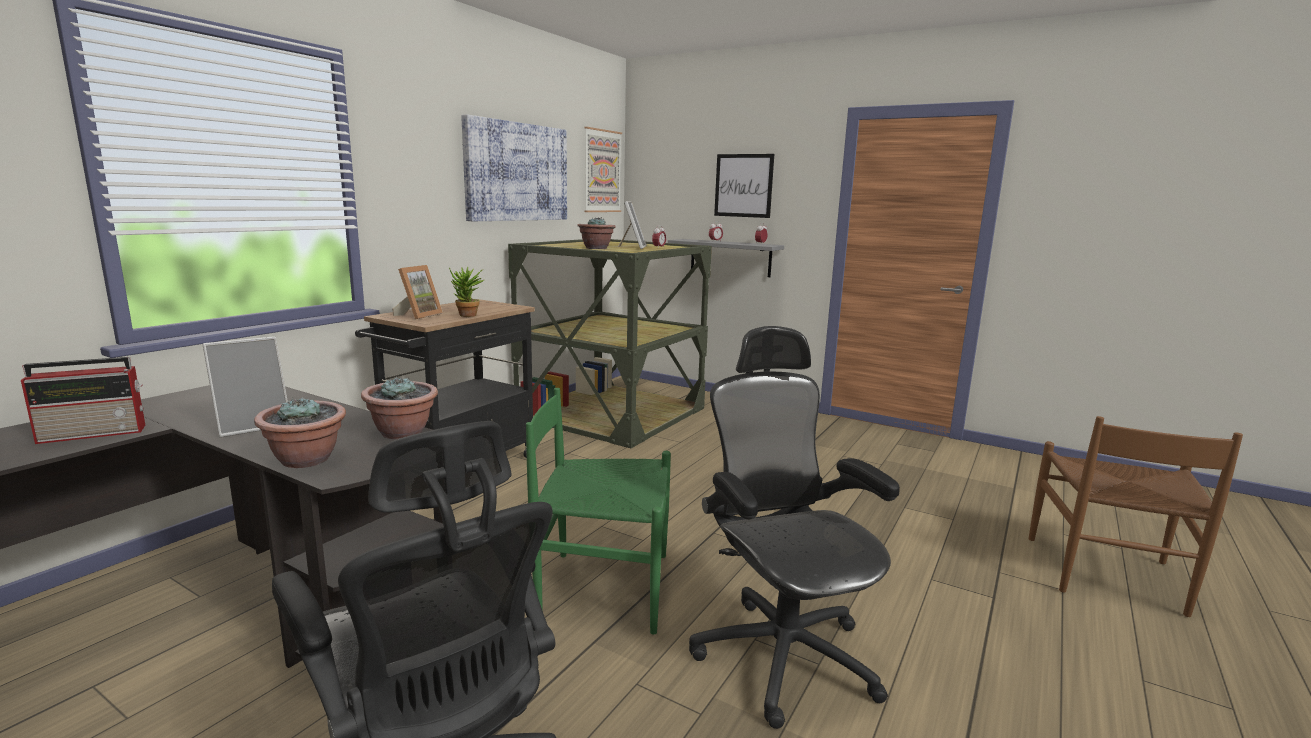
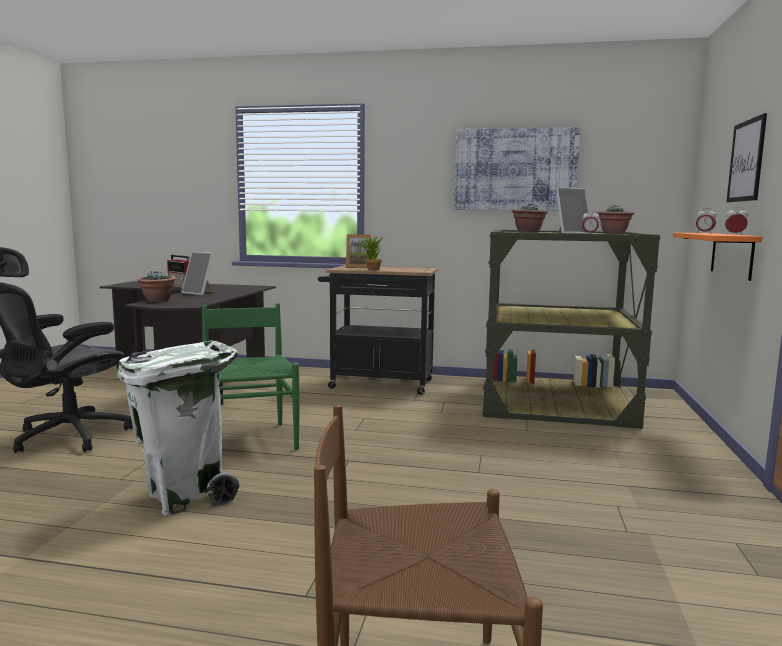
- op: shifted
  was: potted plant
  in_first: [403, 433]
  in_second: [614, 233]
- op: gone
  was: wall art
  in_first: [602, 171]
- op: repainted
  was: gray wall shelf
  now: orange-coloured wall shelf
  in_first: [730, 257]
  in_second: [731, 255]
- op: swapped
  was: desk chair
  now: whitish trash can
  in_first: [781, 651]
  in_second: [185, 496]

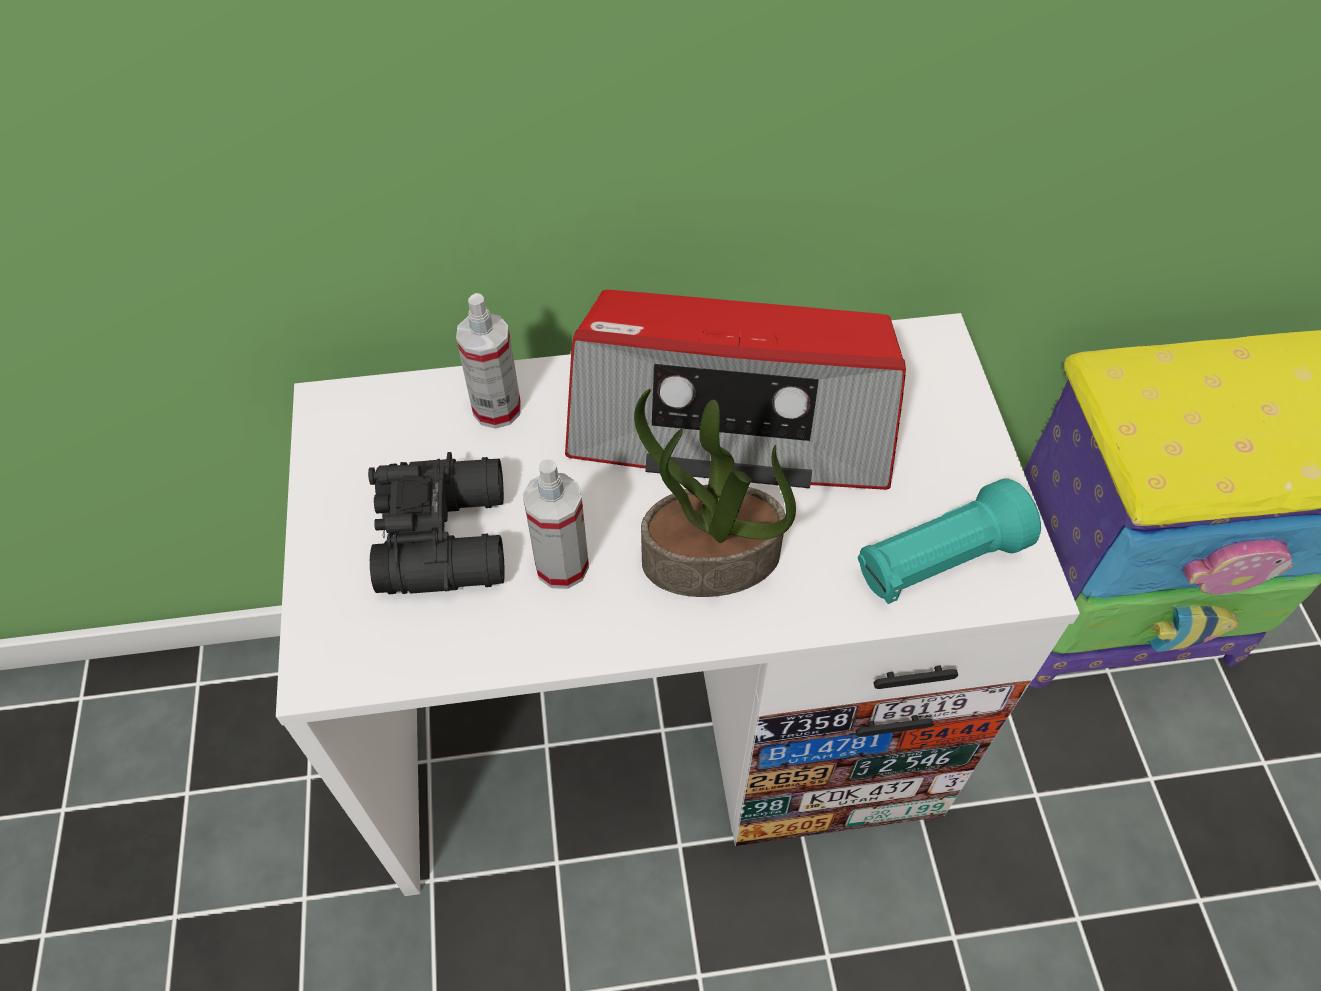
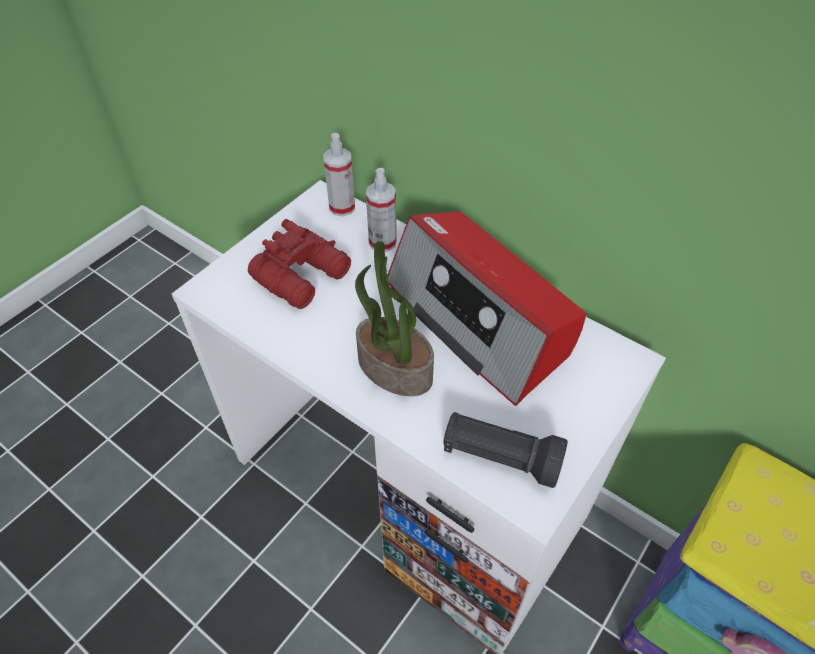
- op: repainted
  was: blackish field glasses
  now: red field glasses
  in_first: [448, 535]
  in_second: [304, 276]
- op: shifted
  was: spray bottle
  in_first: [562, 566]
  in_second: [342, 207]
- op: repainted
  was: blue-green hand torch
  now: blackish hand torch
  in_first: [938, 561]
  in_second: [500, 457]

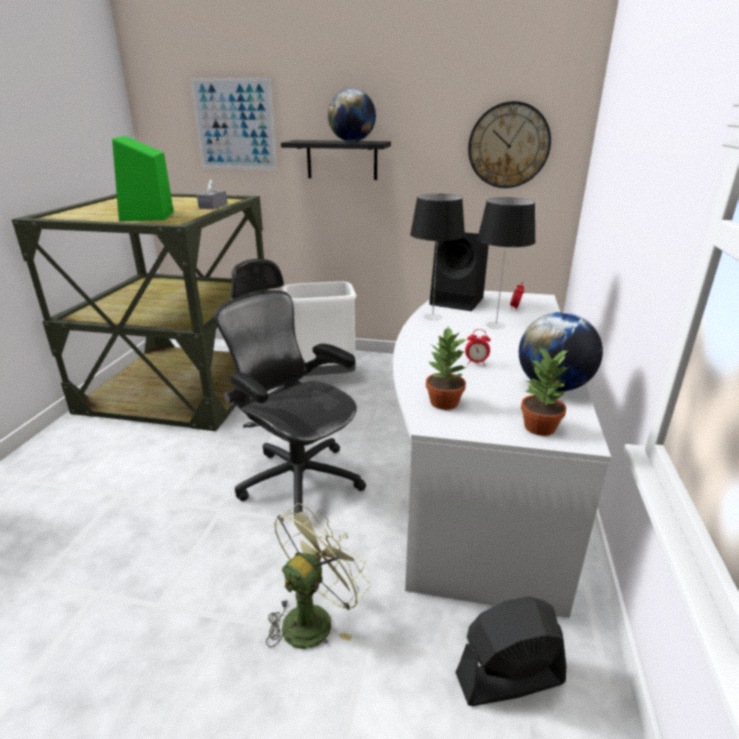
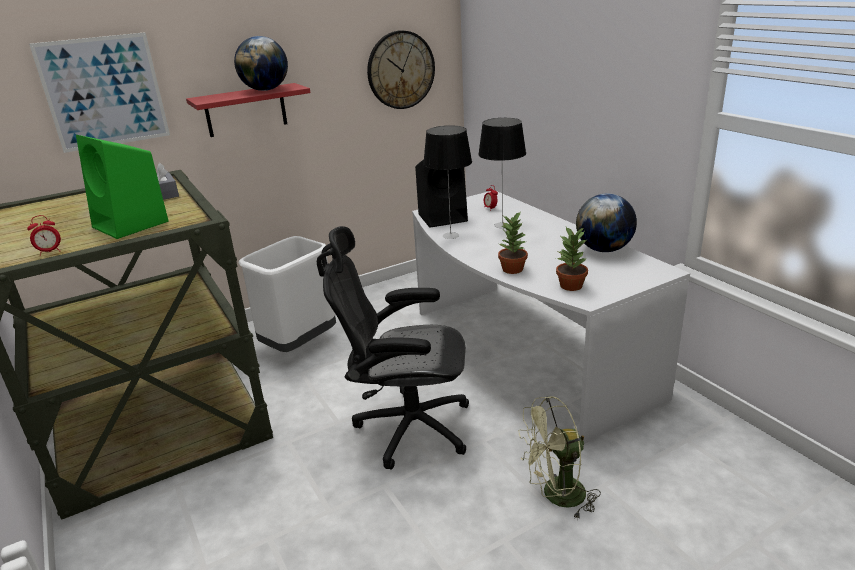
- op: rotated
  was: green electric fan
  in_first: [314, 617]
  in_second: [556, 496]
  clockwise: -105
- op: repainted
  was: blackish wall shelf
  now: red wall shelf
  in_first: [342, 160]
  in_second: [246, 110]
- op: gone
  was: blackish electric fan
  in_first: [509, 678]
- op: shifted
  was: table clock
  in_first: [476, 363]
  in_second: [50, 252]
- op: shifted
  was: potted plant
  in_first: [540, 428]
  in_second: [513, 269]

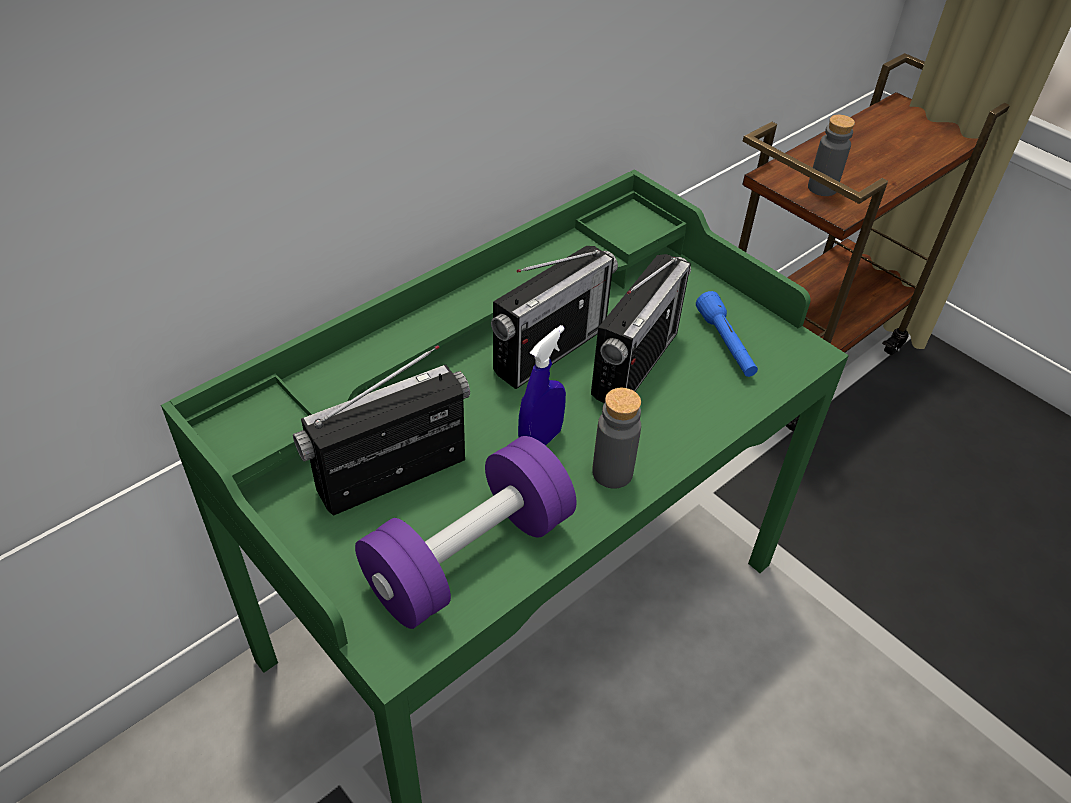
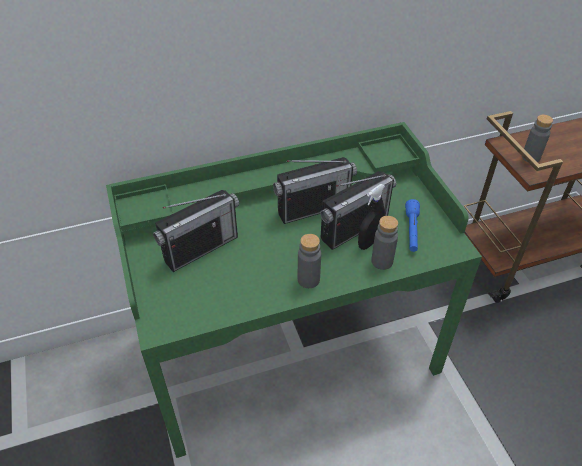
- op: rotated
  was: radio receiver
  in_first: [392, 475]
  in_second: [201, 248]
  clockwise: 150
- op: gone
  was: purplish free weight
  in_first: [469, 556]
- op: gone
  was: blue-coloured spray bottle
  in_first: [540, 441]
- op: new
  now: blackish spray bottle
  in_second: [369, 242]
- op: new
  now: gray drink bottle
  in_second: [382, 261]

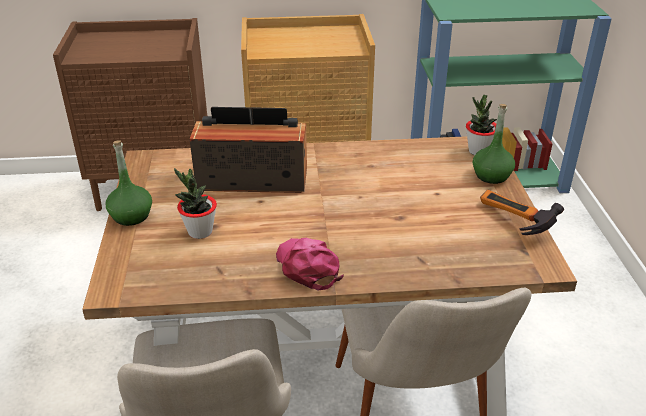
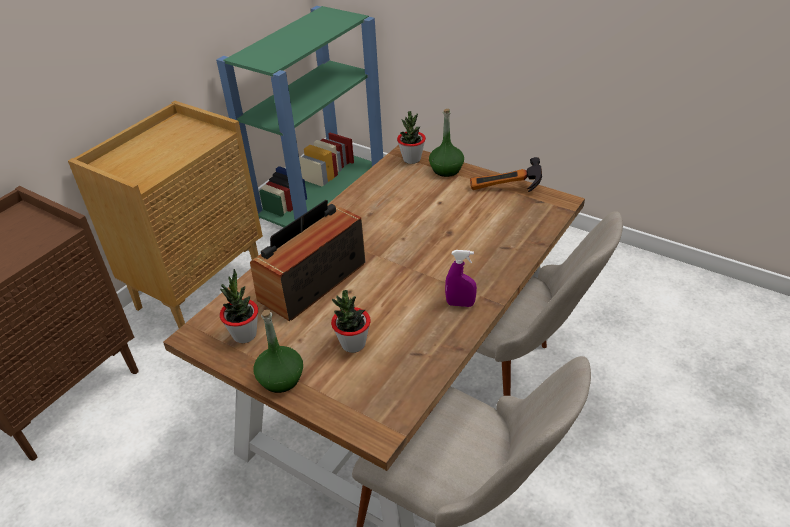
- op: swapped
  was: pink-coloured cap
  now: purplish spray bottle
  in_first: [308, 267]
  in_second: [460, 304]
- op: new
  now: potted plant
  in_second: [244, 334]

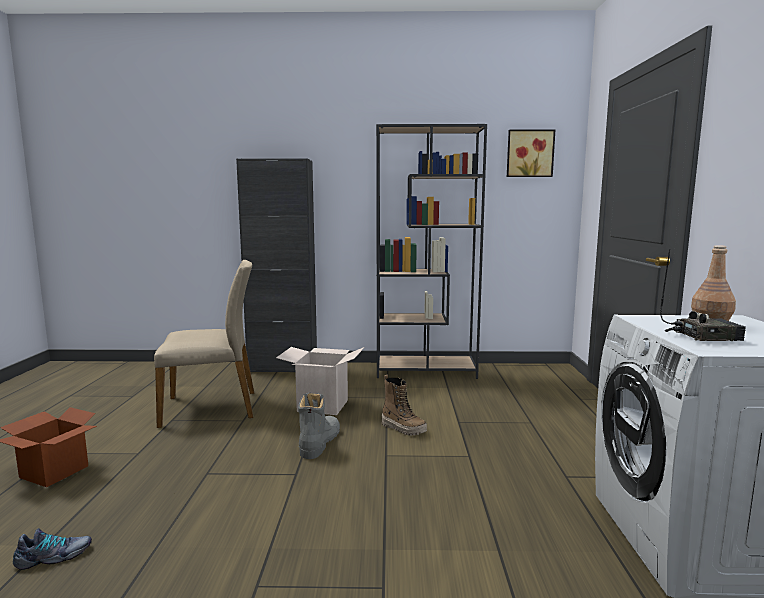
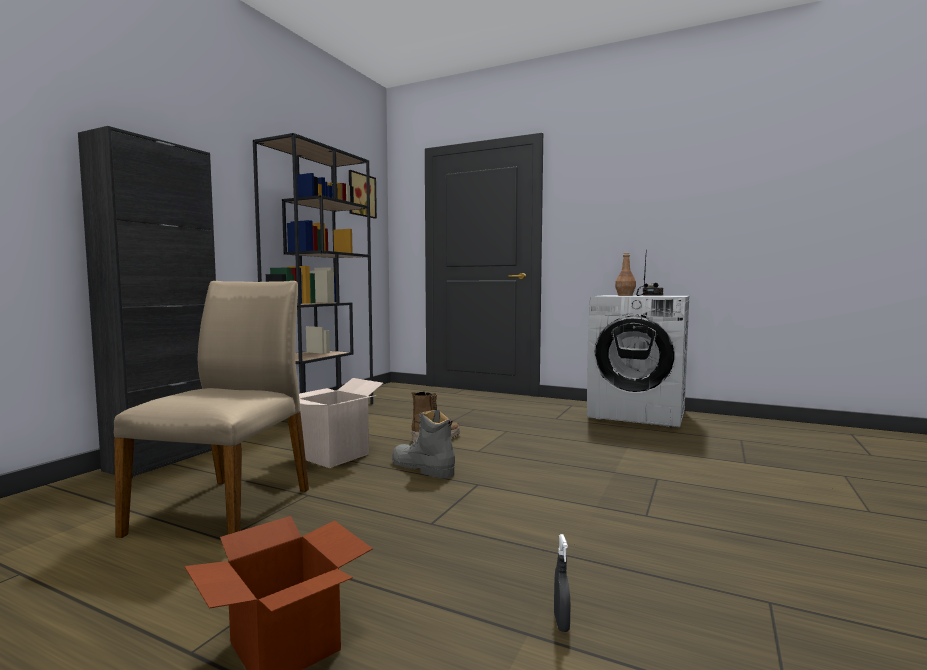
- op: swapped
  was: low shoe
  now: gray spray bottle
  in_first: [54, 557]
  in_second: [561, 622]

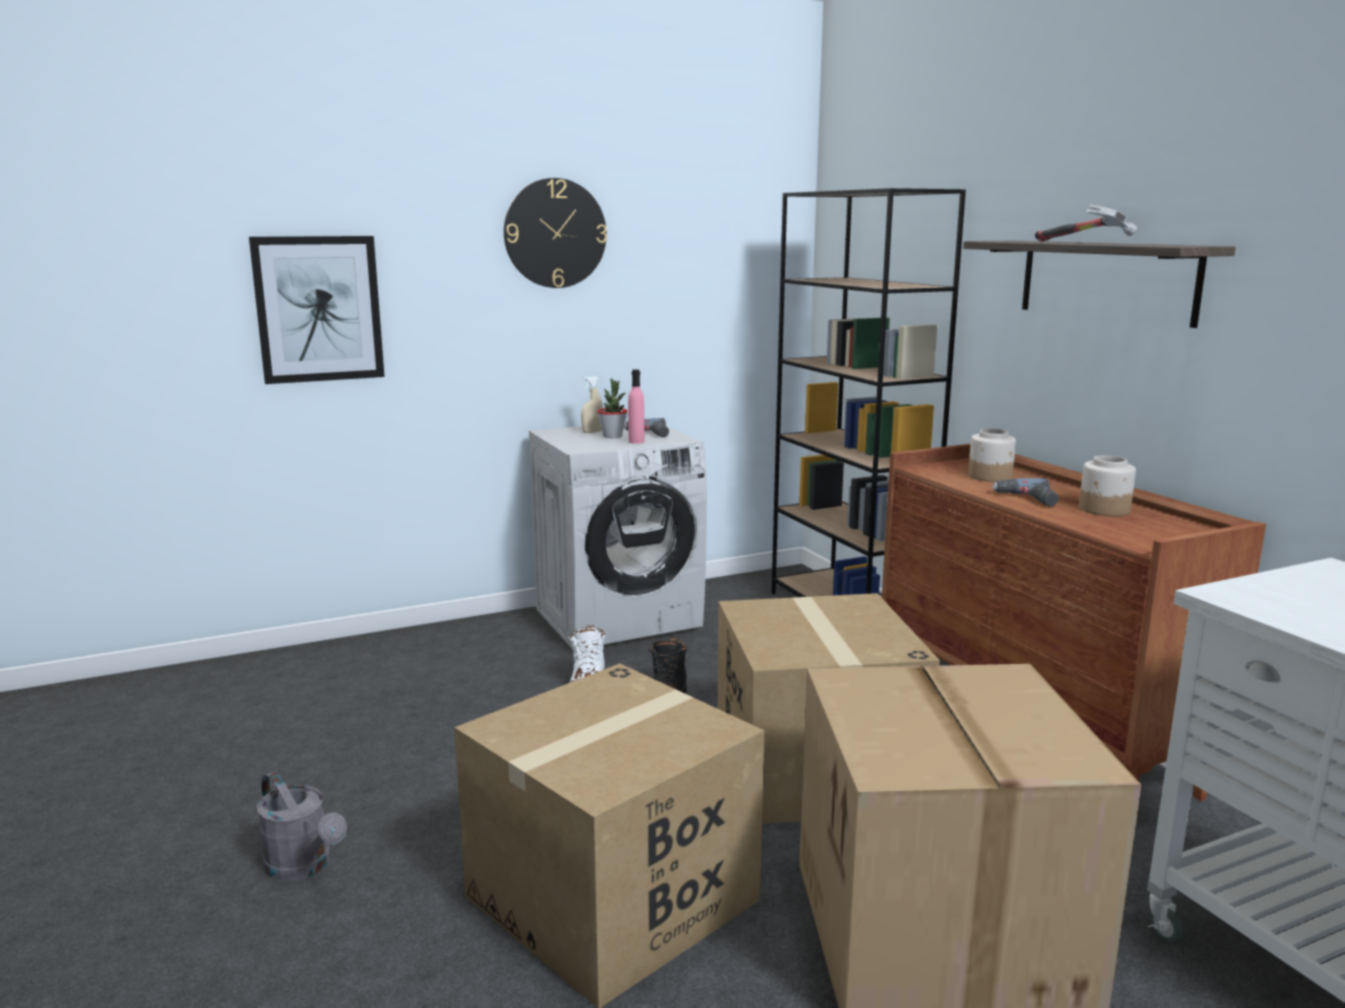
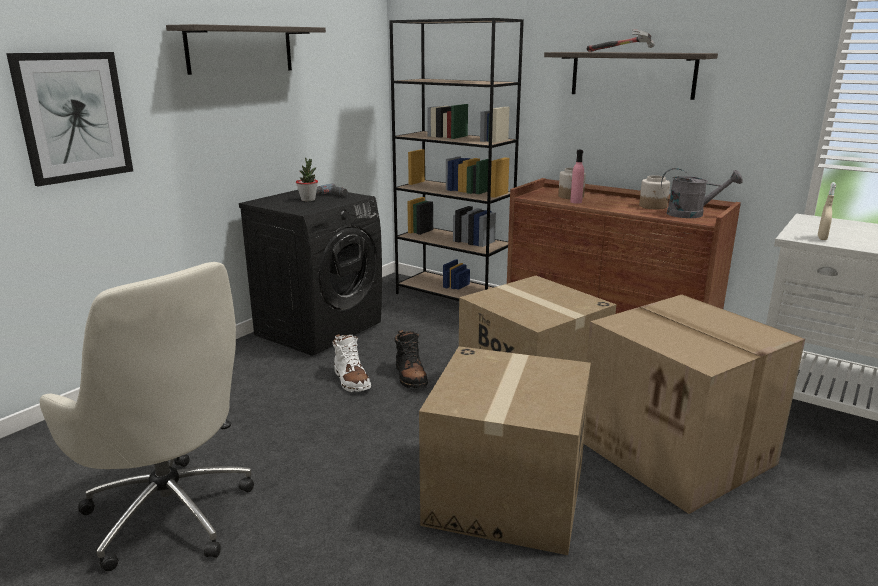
- op: shifted
  was: gray watering pot
  in_first: [304, 867]
  in_second: [692, 214]
- op: swapped
  was: wall clock
  now: wall shelf
  in_first: [555, 233]
  in_second: [240, 49]
- op: repainted
  was: whitish washing machine
  now: blackish washing machine
  in_first: [618, 621]
  in_second: [319, 331]
- op: shifted
  was: sand-coloured spray bottle
  in_first: [592, 432]
  in_second: [822, 238]
- op: shifted
  was: pink-coloured drink bottle
  in_first: [636, 441]
  in_second: [576, 202]
- op: gone
  was: power drill
  in_first: [1027, 499]
- op: new
  now: sand-coloured desk chair
  in_second: [171, 514]

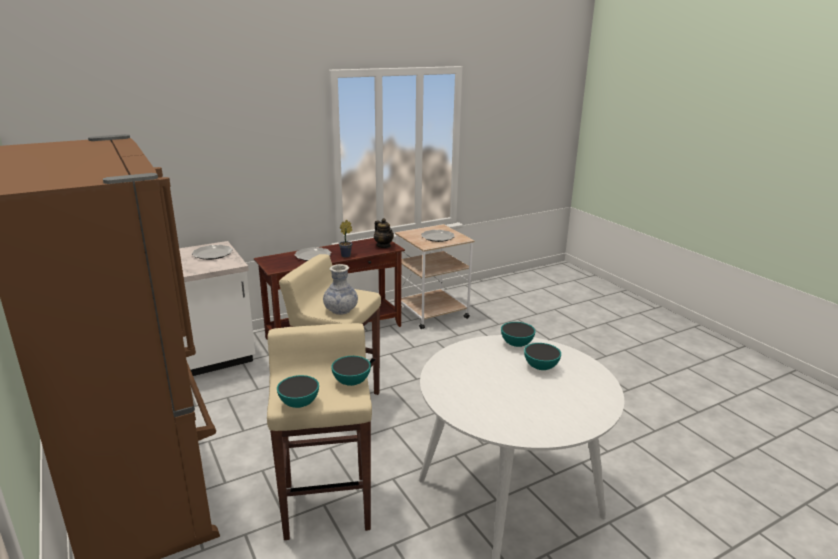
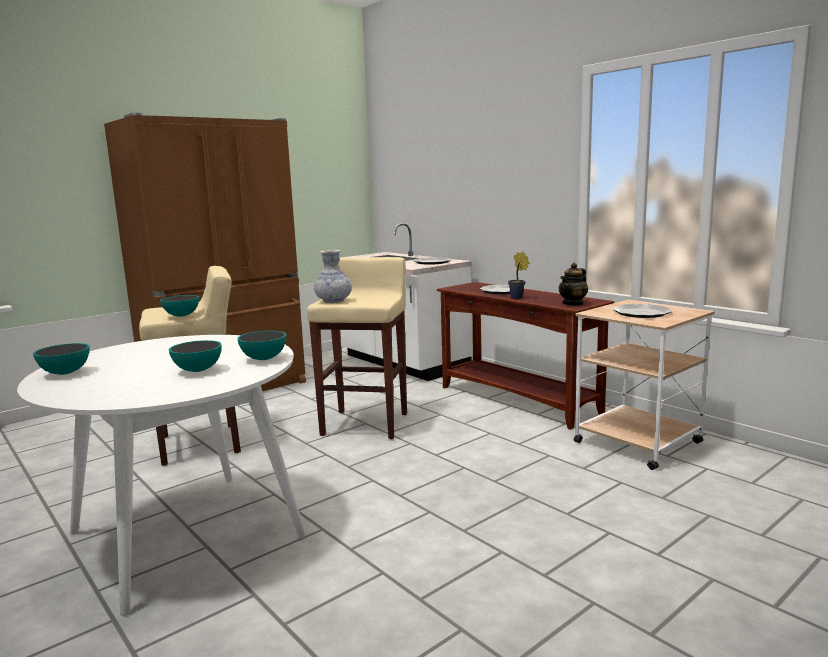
- op: shifted
  was: deep dish
  in_first: [299, 404]
  in_second: [65, 373]

